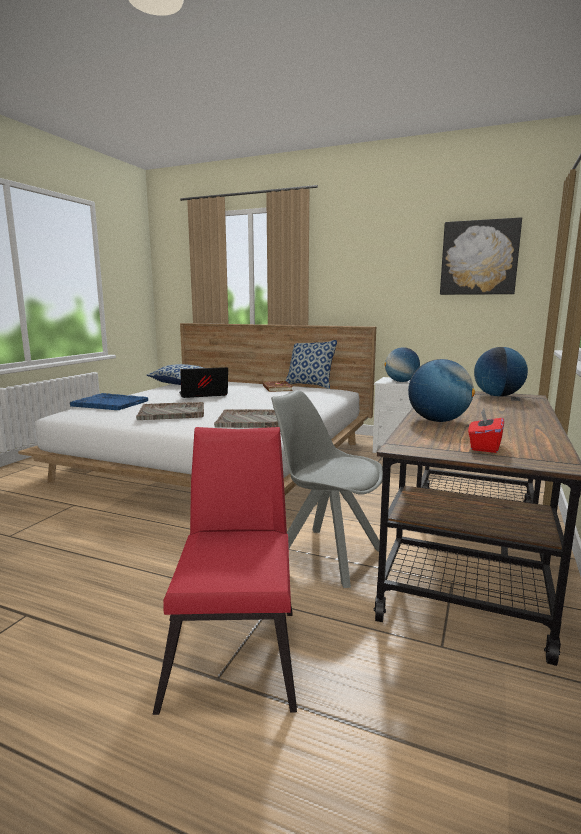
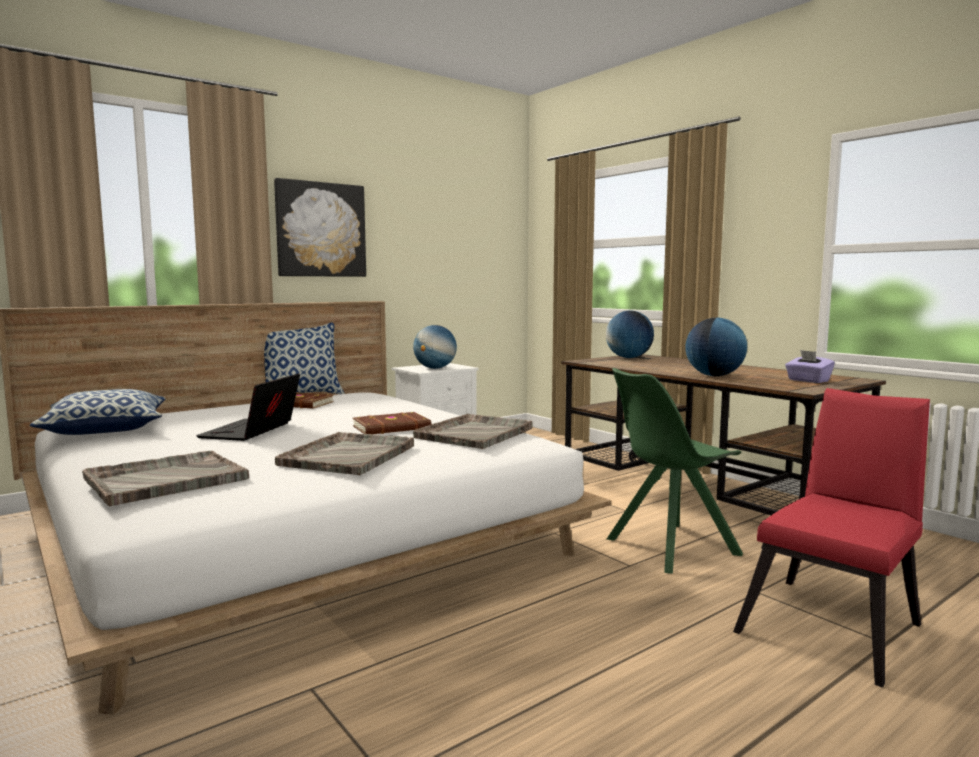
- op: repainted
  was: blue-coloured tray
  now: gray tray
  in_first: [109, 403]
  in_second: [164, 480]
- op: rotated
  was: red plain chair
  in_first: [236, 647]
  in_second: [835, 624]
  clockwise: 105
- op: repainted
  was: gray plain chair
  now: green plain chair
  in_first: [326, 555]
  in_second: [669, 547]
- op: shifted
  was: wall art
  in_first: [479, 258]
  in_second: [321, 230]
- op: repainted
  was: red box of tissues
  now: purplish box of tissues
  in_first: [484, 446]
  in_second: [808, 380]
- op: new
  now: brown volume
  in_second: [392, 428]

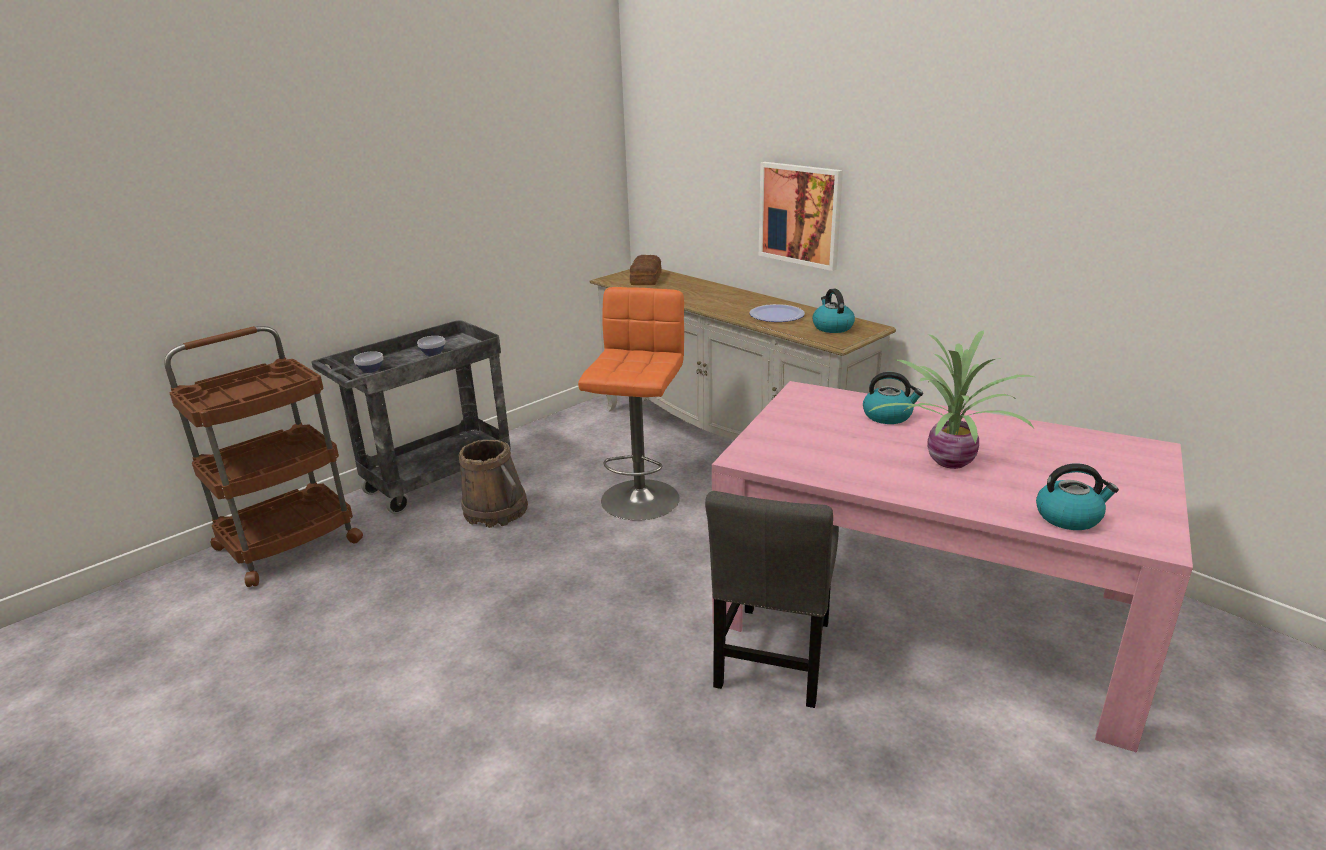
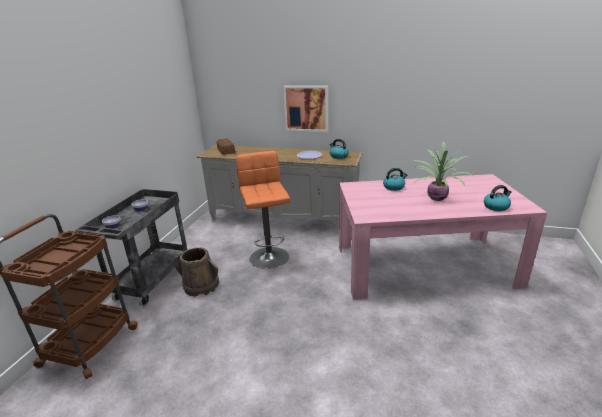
- op: gone
  was: gray plain chair
  in_first: [773, 660]

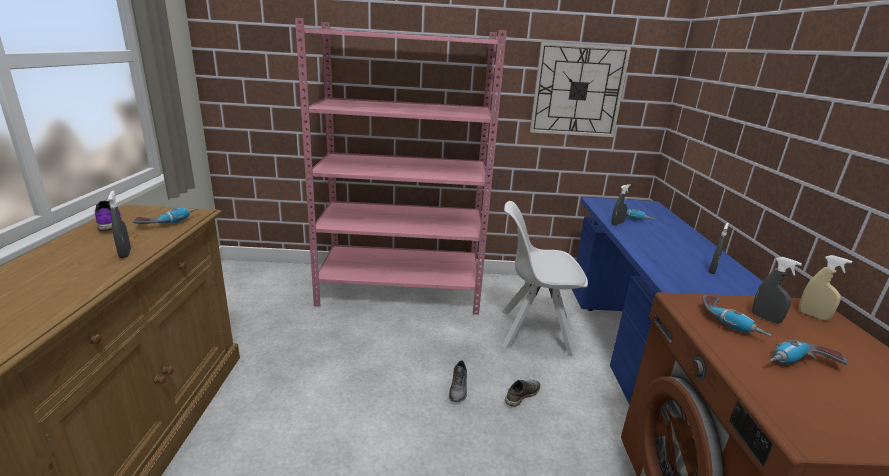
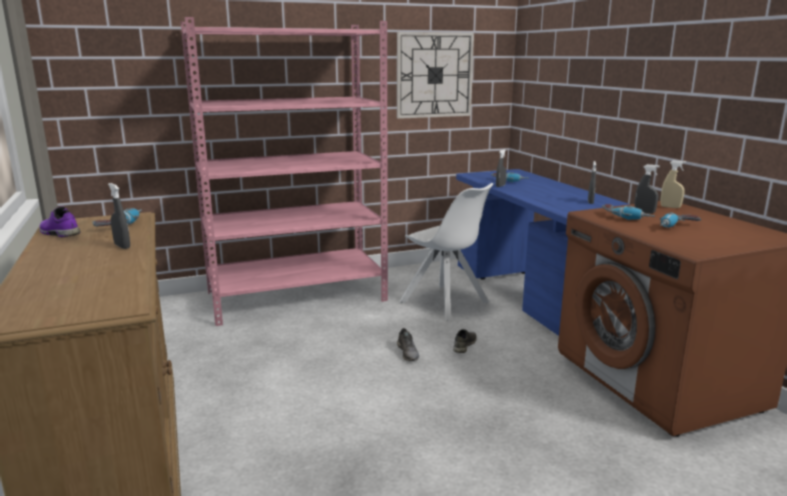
- op: rotated
  was: whitish plain chair
  in_first: [534, 332]
  in_second: [445, 303]
  clockwise: -120

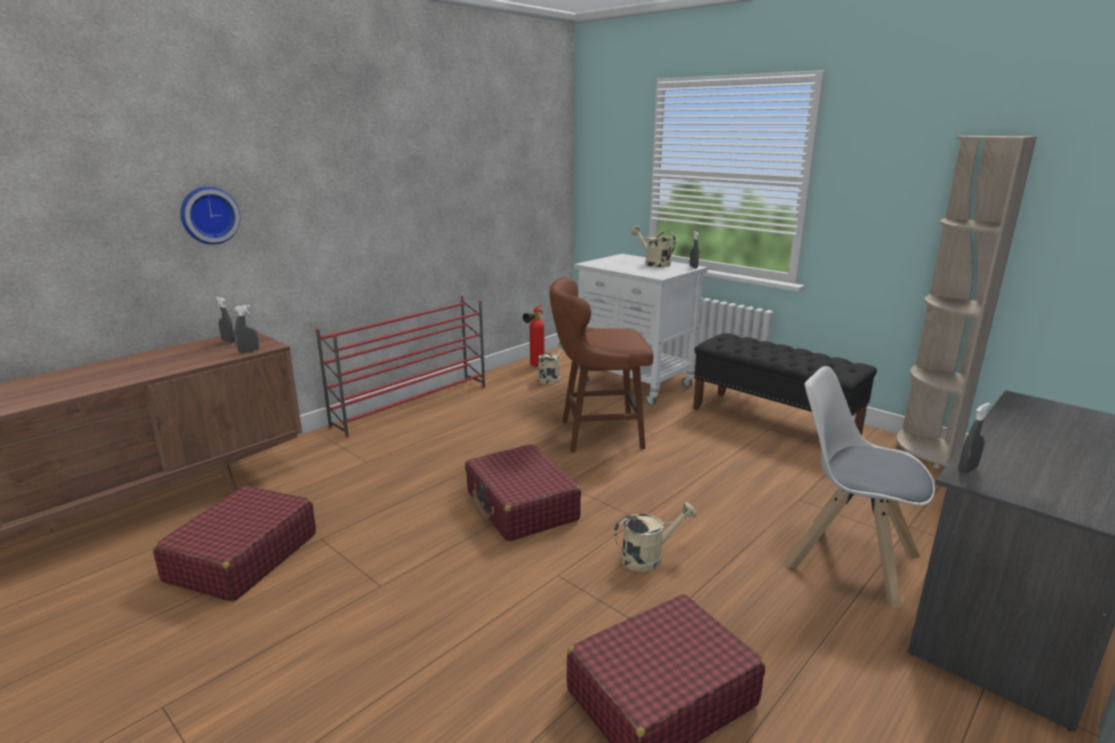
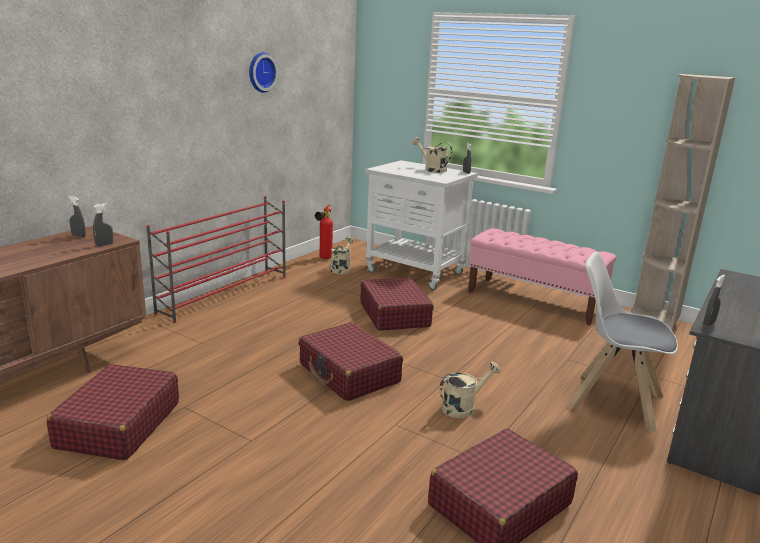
- op: shifted
  was: wall clock
  in_first: [209, 215]
  in_second: [260, 72]
- op: swapped
  was: brown stool seat
  now: red piece of luggage
  in_first: [596, 434]
  in_second: [394, 314]
- op: repainted
  was: blackish bench
  now: pink-coloured bench
  in_first: [774, 421]
  in_second: [535, 300]

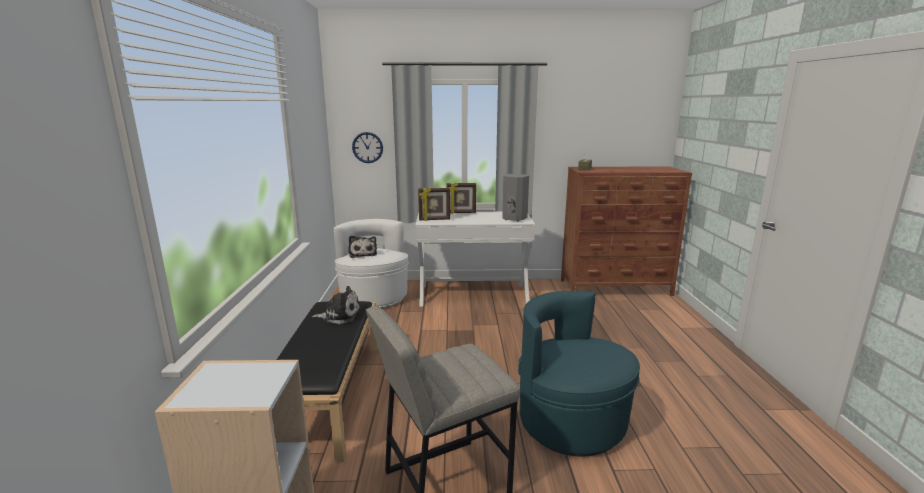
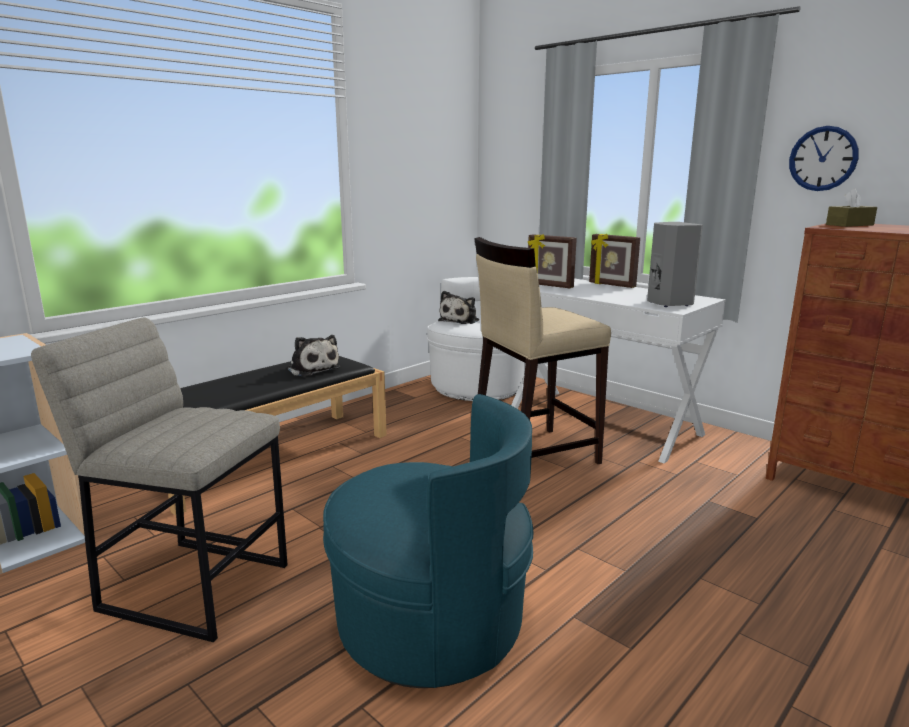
- op: shifted
  was: wall clock
  in_first: [367, 147]
  in_second: [823, 158]
- op: rotated
  was: blue-green lounge chair
  in_first: [573, 422]
  in_second: [430, 622]
  clockwise: 105
- op: new
  now: sand-coloured stool seat
  in_second: [533, 454]

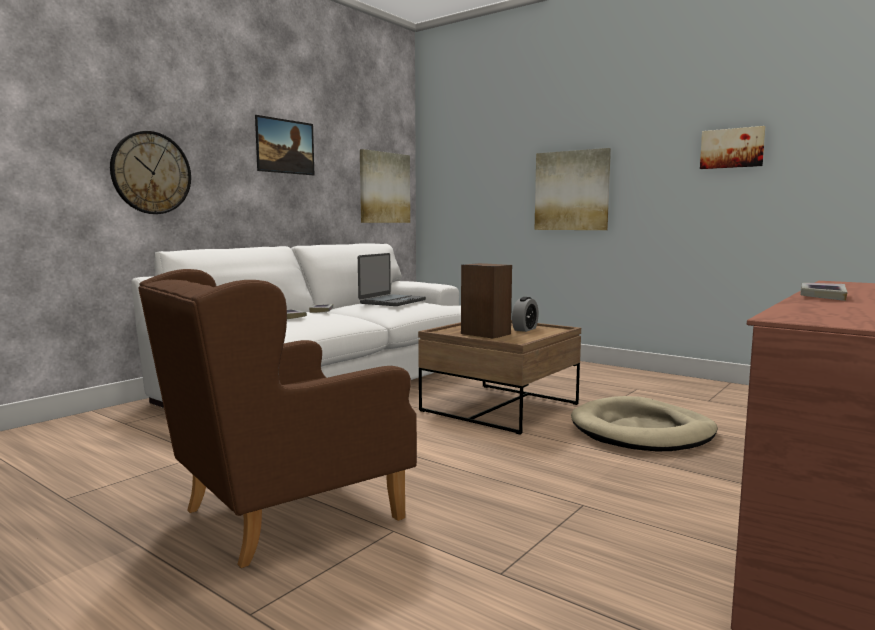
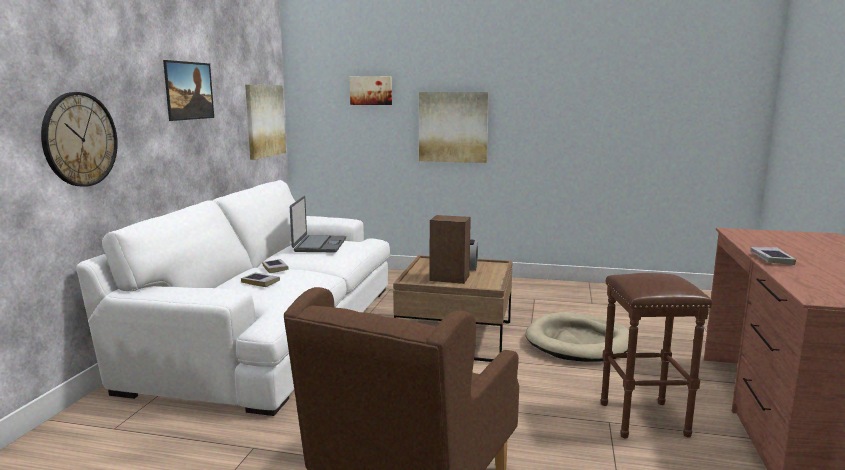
- op: shifted
  was: wall art
  in_first: [732, 148]
  in_second: [371, 90]
- op: new
  now: brown stool seat
  in_second: [641, 418]

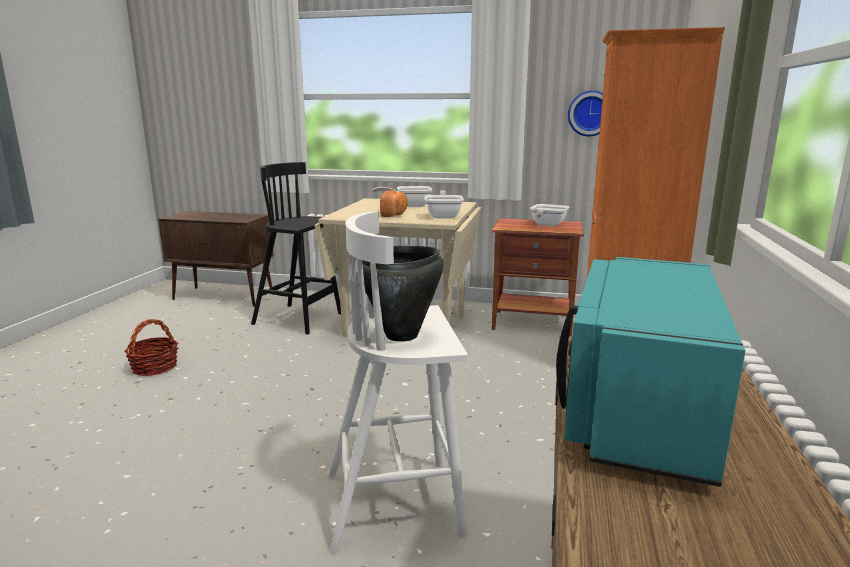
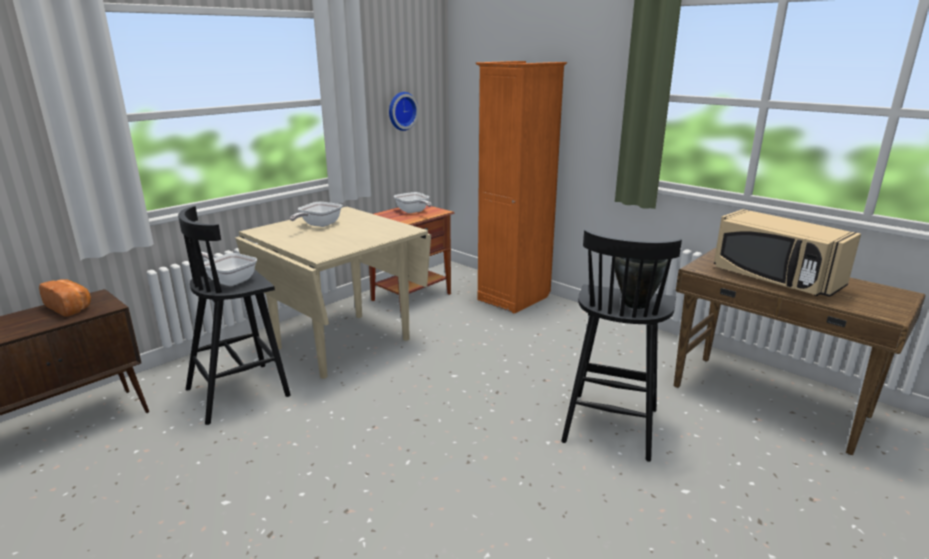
- op: gone
  was: household basket
  in_first: [154, 367]
- op: repainted
  was: whitish stool seat
  now: blackish stool seat
  in_first: [398, 502]
  in_second: [611, 422]
- op: shifted
  was: bakery bread
  in_first: [395, 214]
  in_second: [71, 308]
- op: shifted
  was: skillet
  in_first: [444, 216]
  in_second: [229, 280]
- op: repainted
  was: blue-green microwave oven
  now: sand-coloured microwave oven
  in_first: [636, 409]
  in_second: [774, 279]

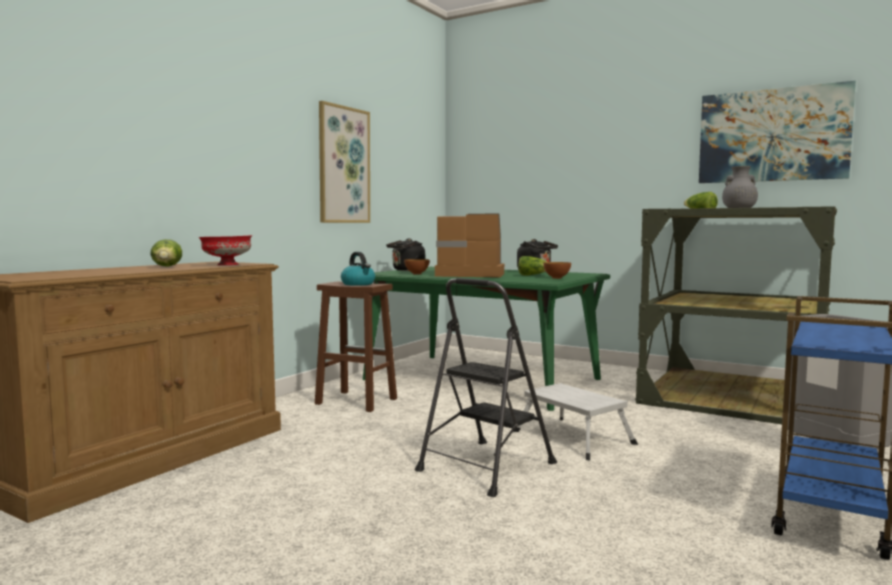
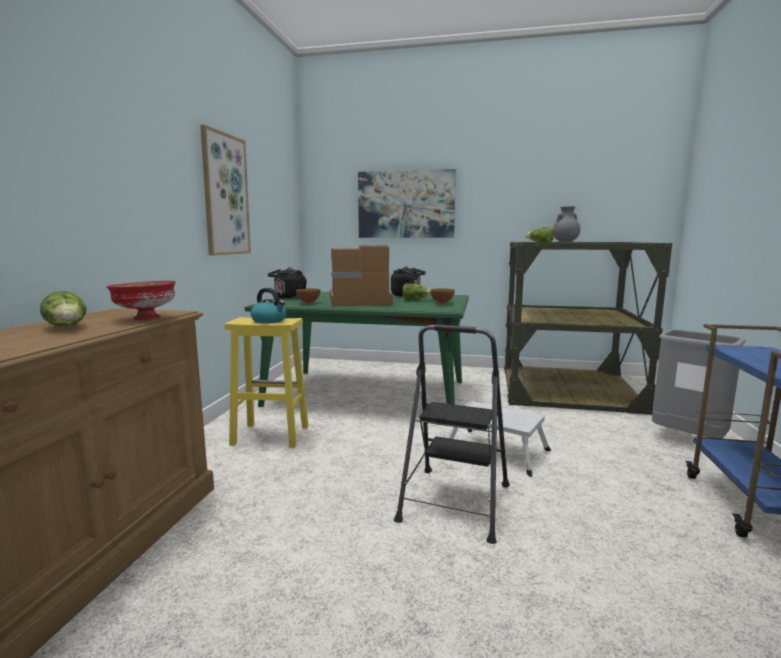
- op: repainted
  was: brown stool seat
  now: yellow stool seat
  in_first: [355, 401]
  in_second: [269, 435]
- op: shifted
  was: wall art
  in_first: [772, 135]
  in_second: [406, 204]

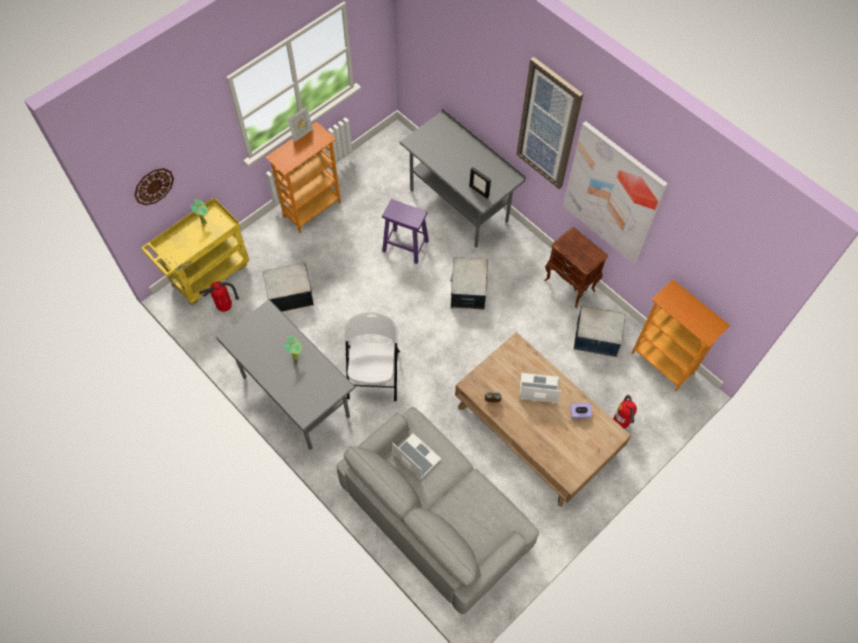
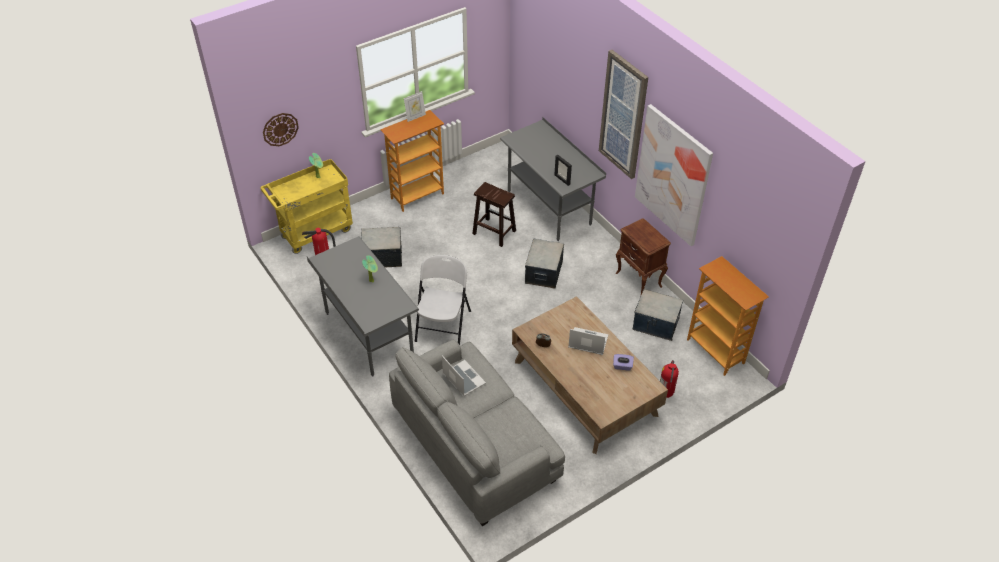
- op: repainted
  was: purplish stool seat
  now: brown stool seat
  in_first: [404, 246]
  in_second: [493, 232]

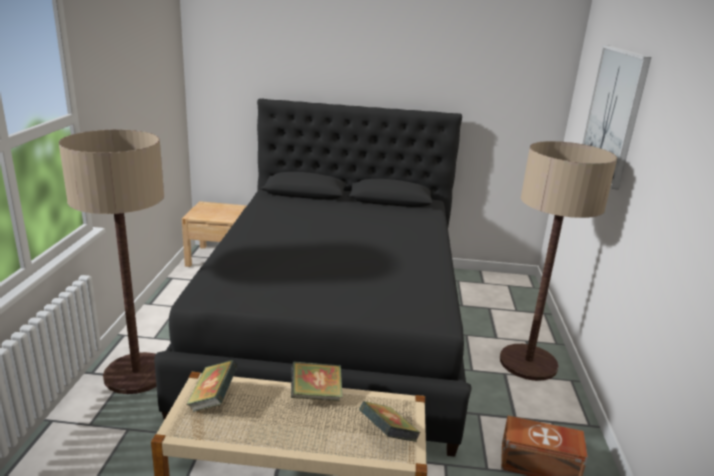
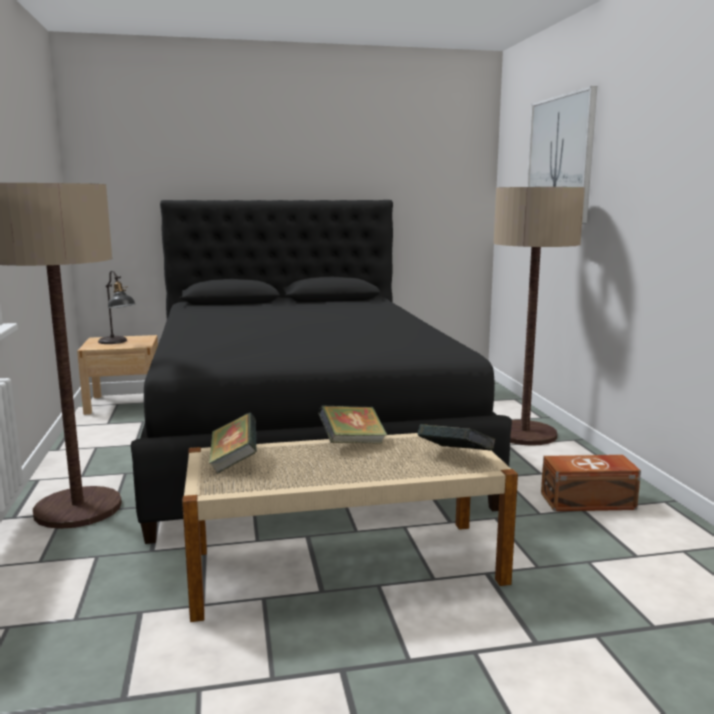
- op: new
  now: gray lamp for a table
  in_second: [118, 343]

